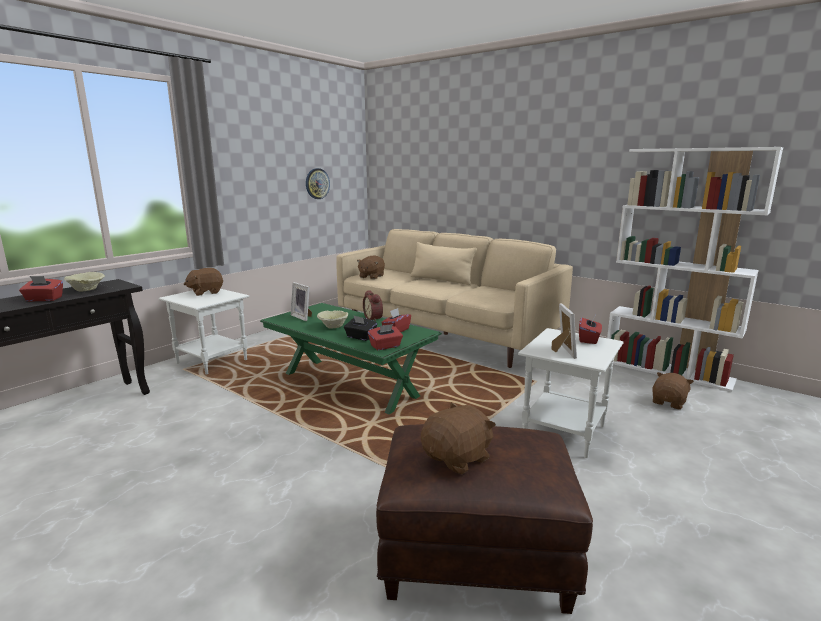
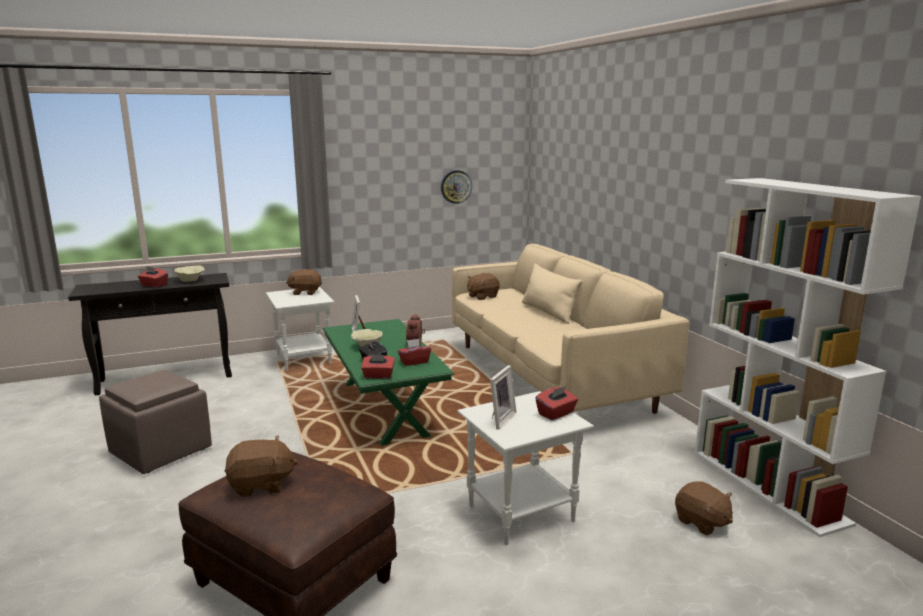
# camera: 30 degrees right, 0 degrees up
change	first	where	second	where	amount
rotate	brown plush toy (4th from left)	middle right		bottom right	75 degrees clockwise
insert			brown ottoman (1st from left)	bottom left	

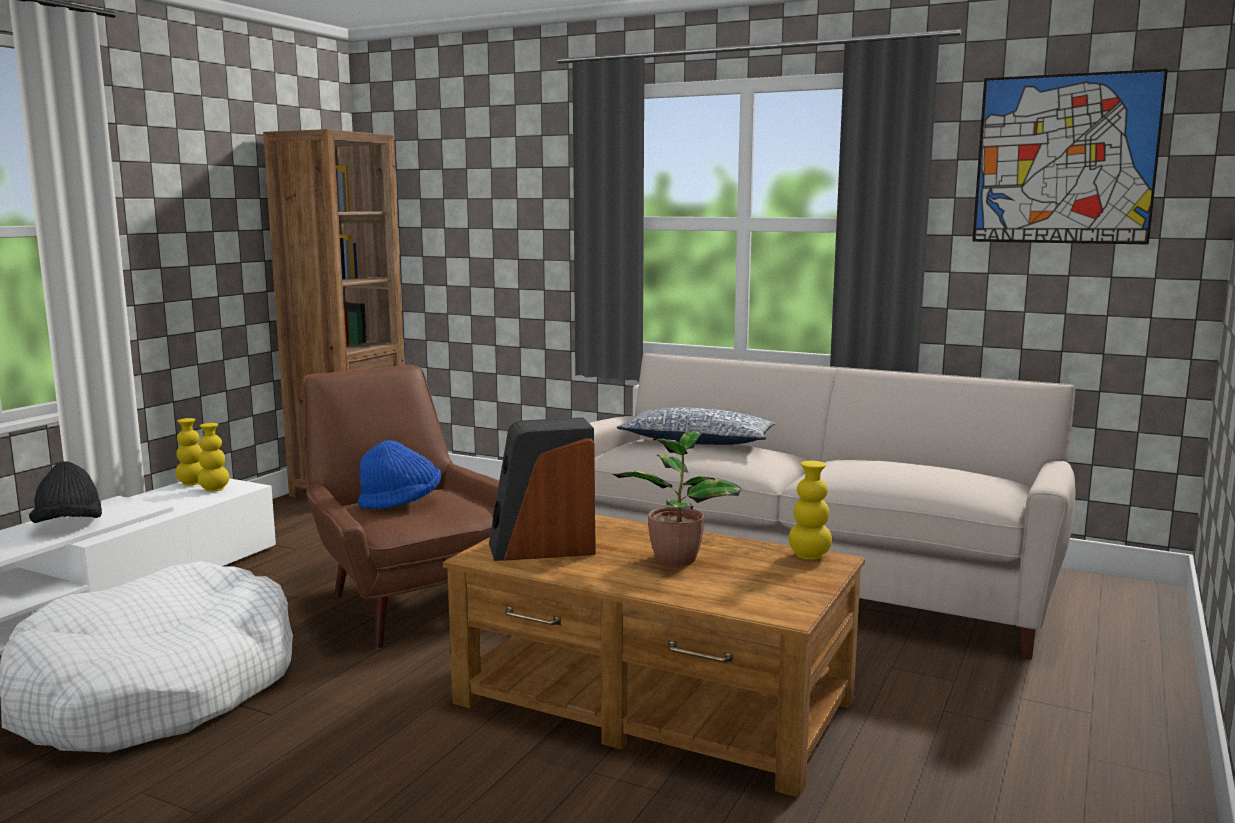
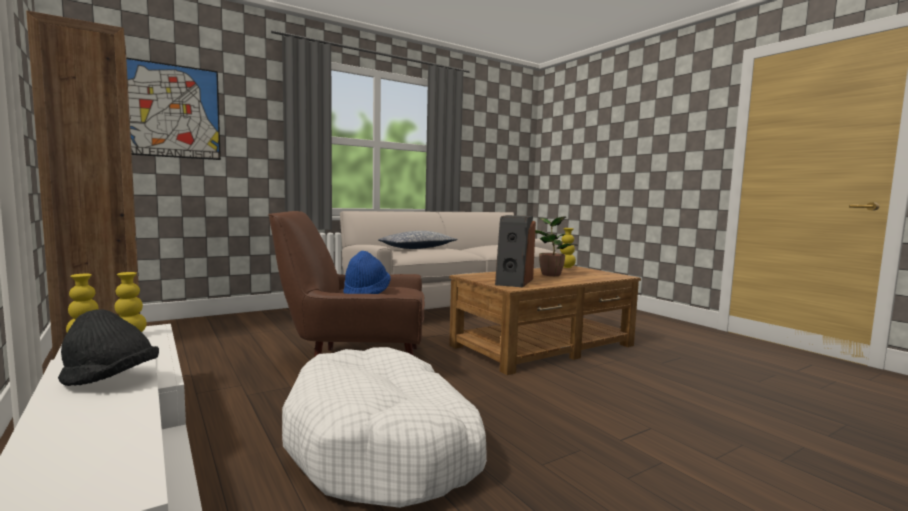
# camera: 60 degrees left, 5 degrees down
change	first	where	second	where	amount
move	picture	top right		top left	

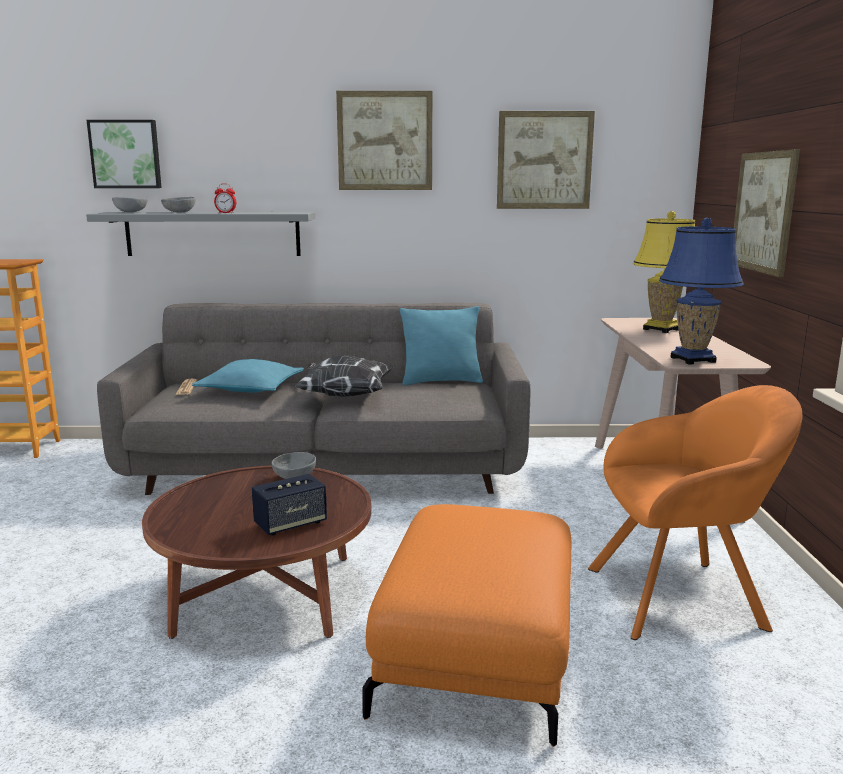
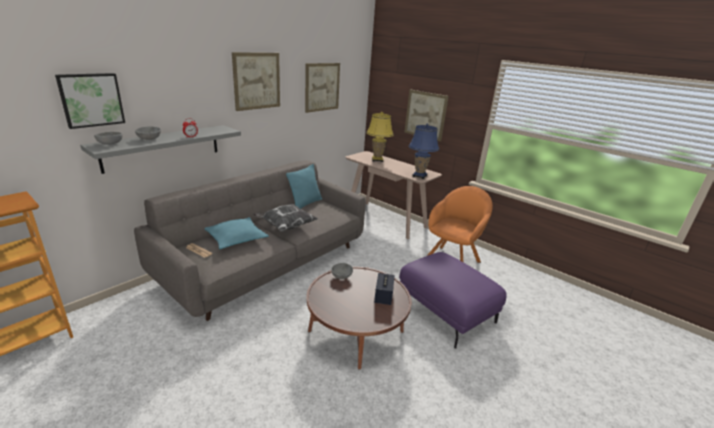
# camera: 50 degrees left, 10 degrees up
change	first	where	second	where	amount
recolor	orange ottoman	bottom centre	purple ottoman	bottom centre	

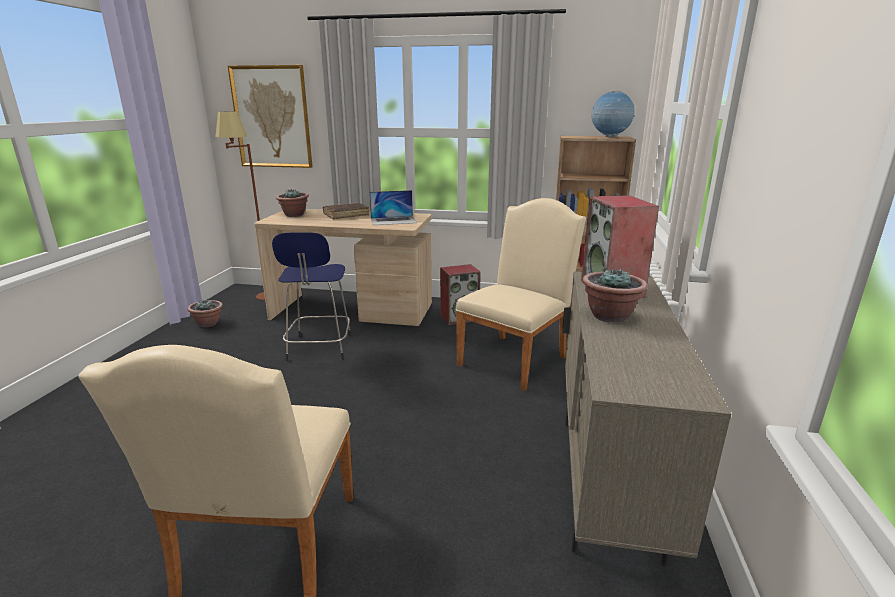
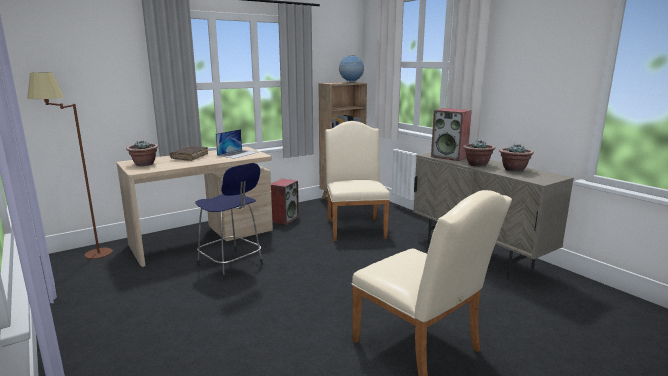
# camera: 45 degrees left, 5 degrees down
change	first	where	second	where	amount
move	potted plant (1st from left in the first image)	middle left	potted plant (3rd from left)	middle right	
delete	picture	top left			

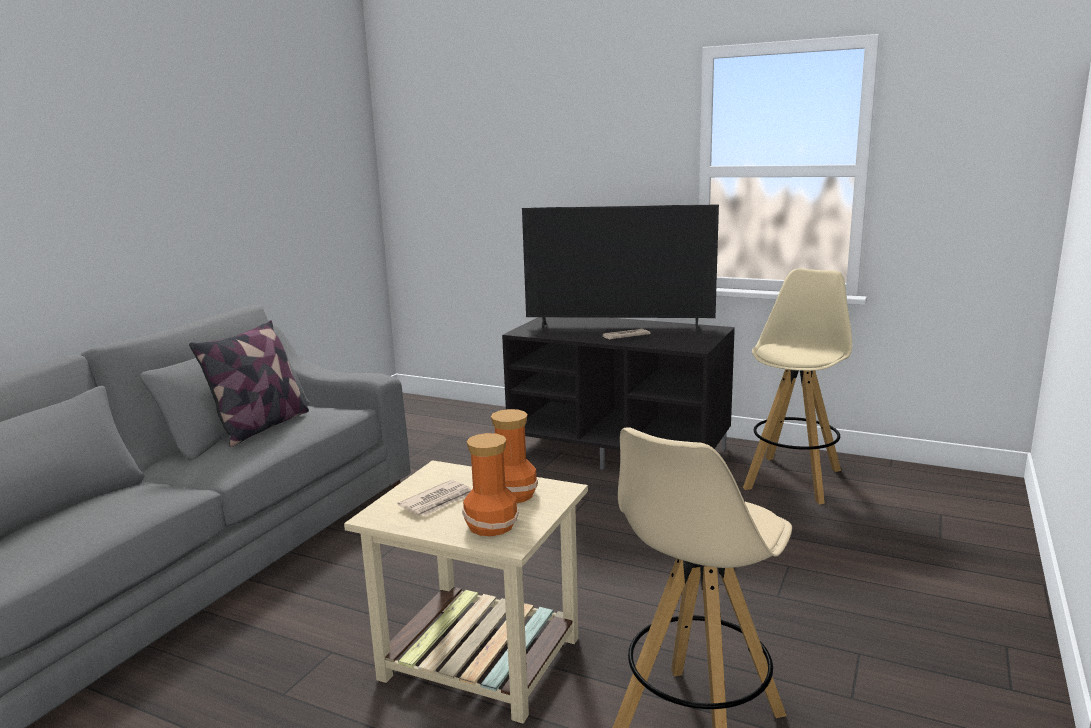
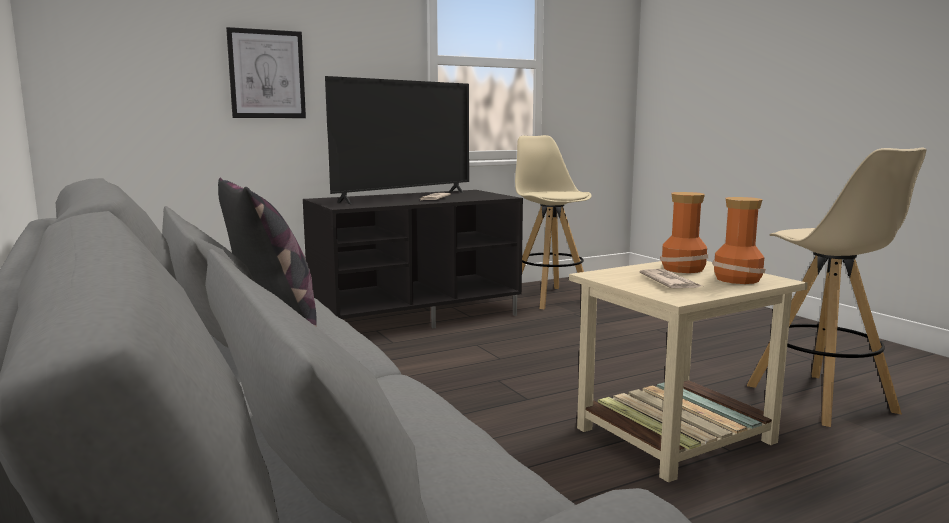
# camera: 55 degrees left, 5 degrees down
change	first	where	second	where	amount
insert			picture	top left	

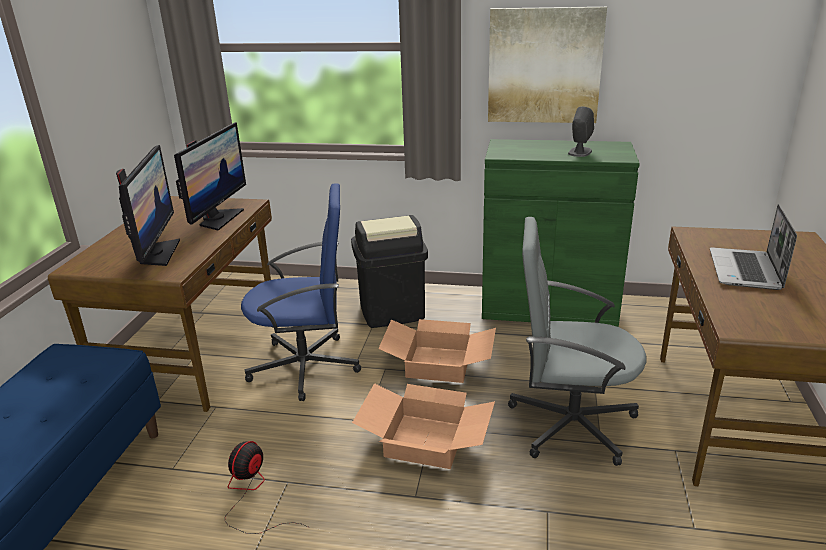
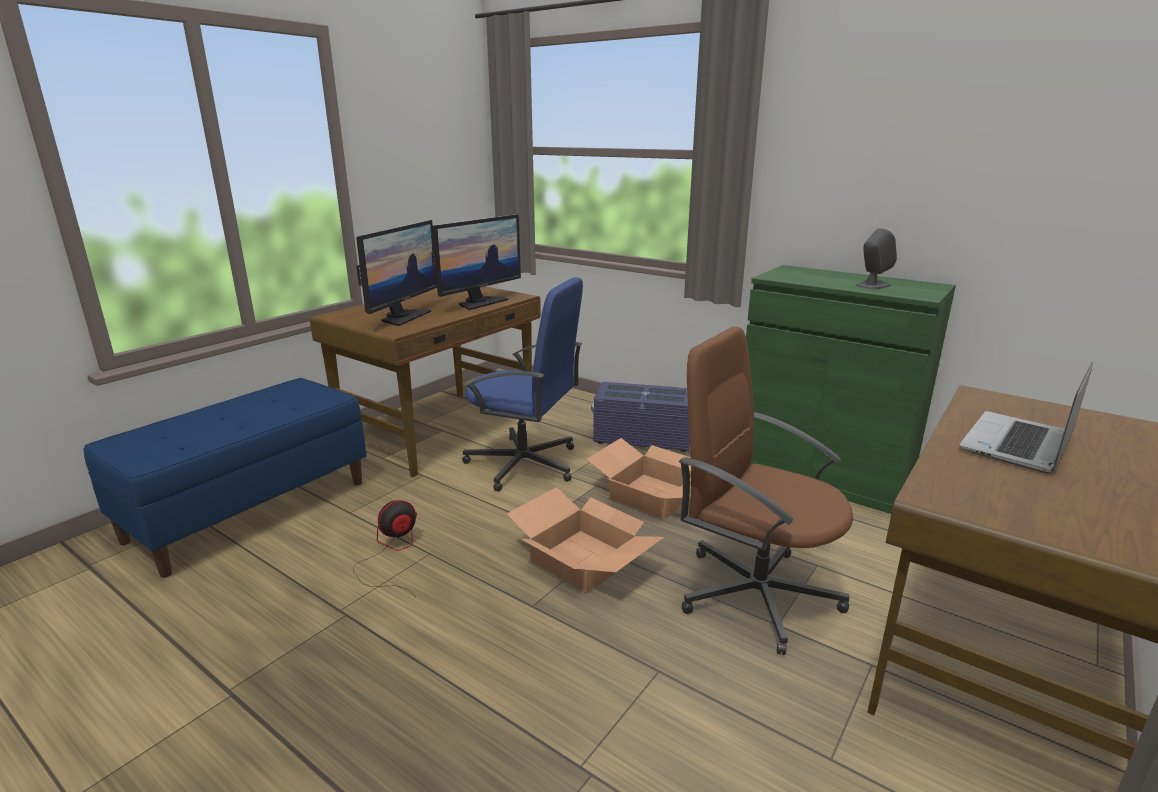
# camera: 25 degrees right, 5 degrees down
change	first	where	second	where	amount
replace	black trash can	centre	purple storage box	centre	
delete	picture	top centre			
recolor	grey office chair	middle right	brown office chair	centre	

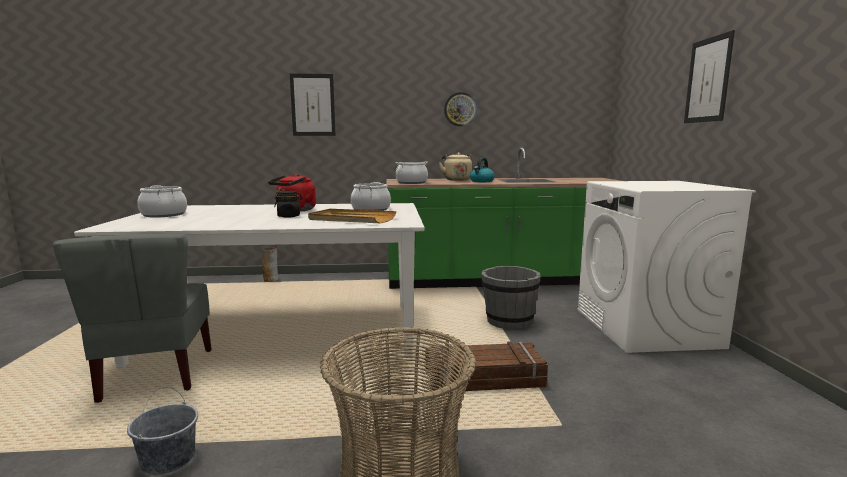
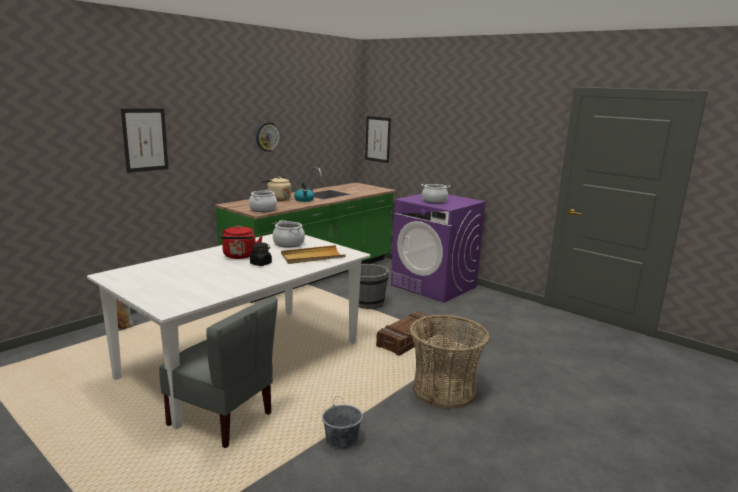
# camera: 45 degrees left, 5 degrees up
change	first	where	second	where	amount
move	cooking pot (1st from left in the first image)	middle left	cooking pot (3rd from left)	centre	
recolor	white washing machine	middle right	purple washing machine	centre	
move	picture (2nd from left)	top right		top centre	

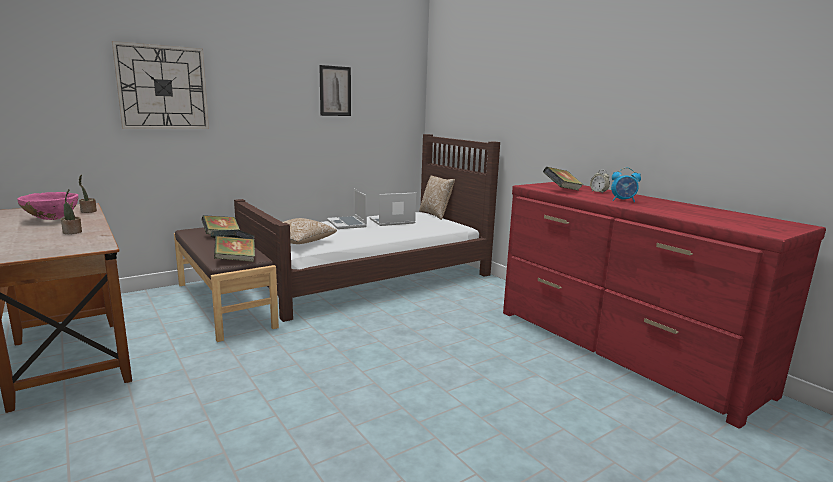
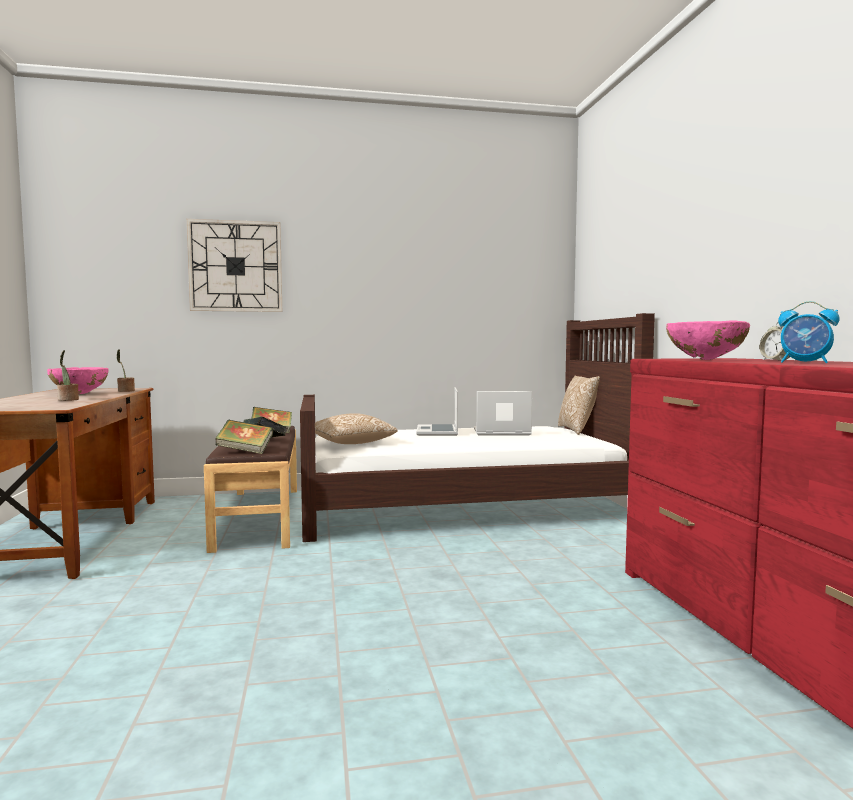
# camera: 25 degrees right, 10 degrees down
change	first	where	second	where	amount
delete	picture	top centre			
replace	book (4th from left)	middle right	pink bowl (2nd from left)	middle right	

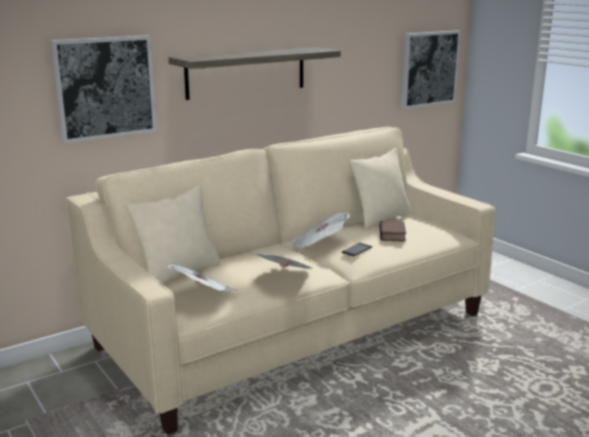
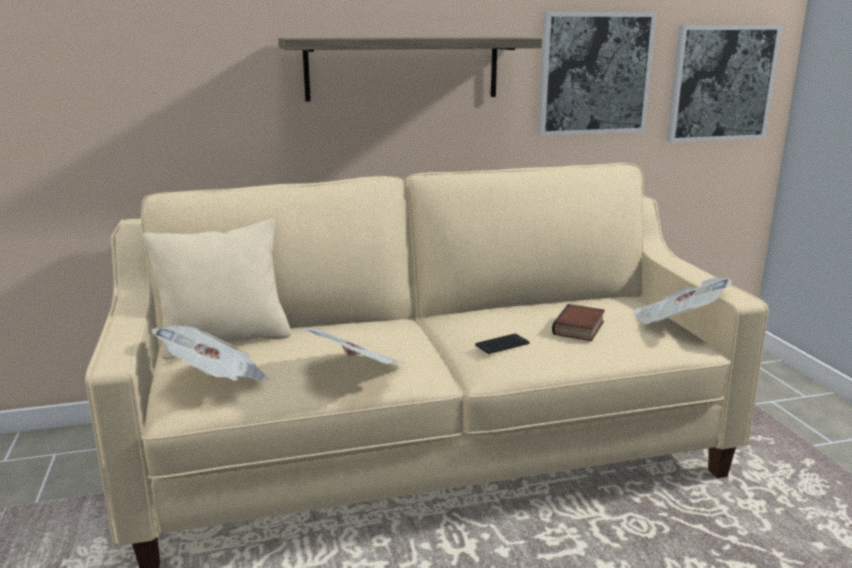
# camera: 20 degrees right, 0 degrees up
change	first	where	second	where	amount
move	picture (1st from left)	top left		top right	
move	newspaper (3rd from left)	centre		middle right	
delete	beige pillow (2nd from left)	centre			

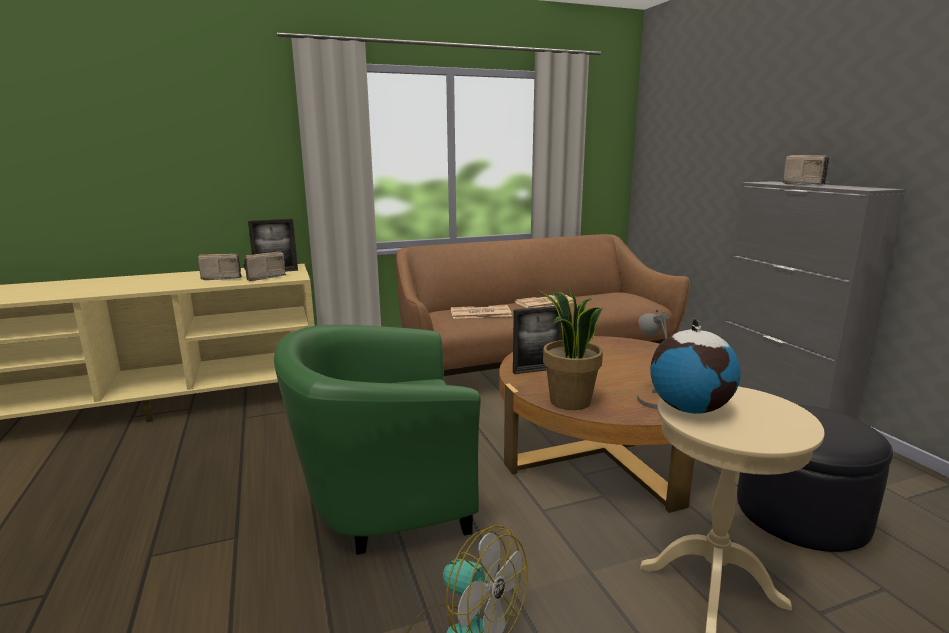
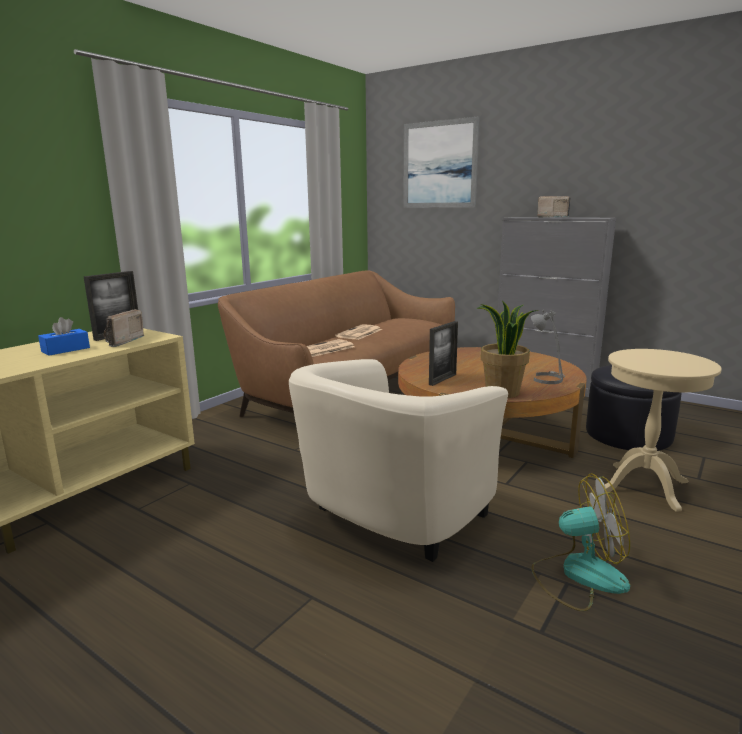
# camera: 35 degrees left, 0 degrees up
change	first	where	second	where	amount
replace	radio (1st from left)	middle left	blue tissue box	middle left	
recolor	green armchair	bottom centre	beige armchair	centre	
delete	globe	middle right			
insert			picture	top centre	

